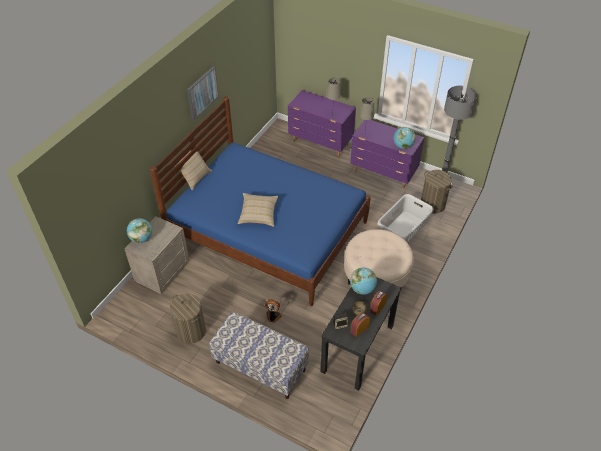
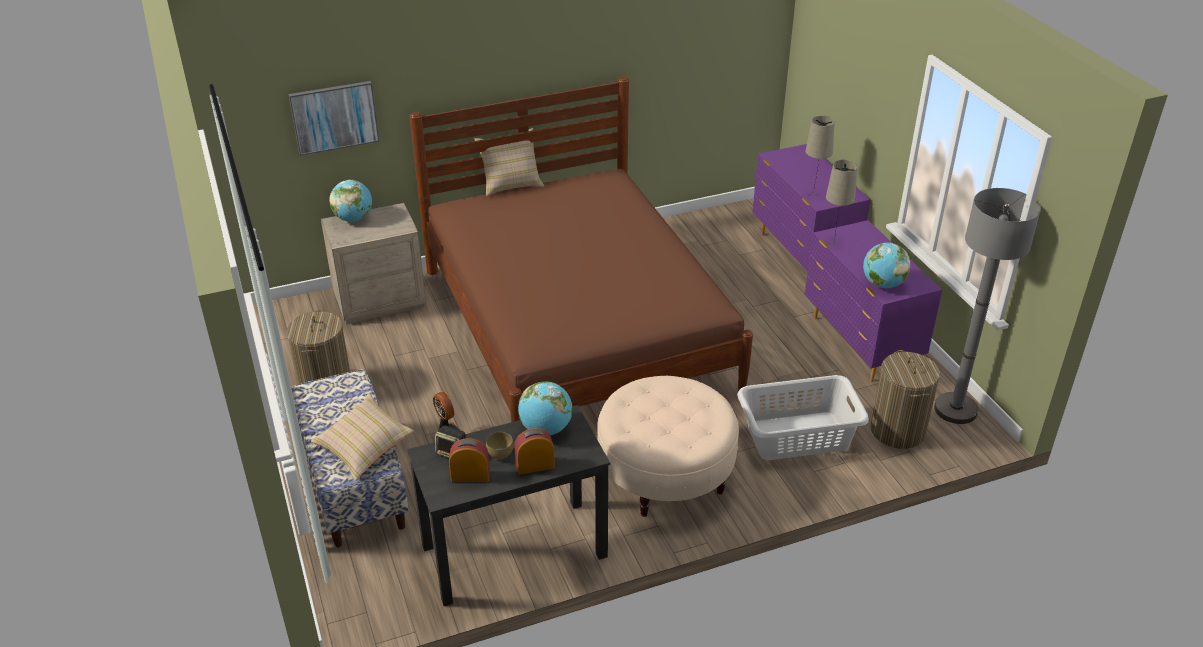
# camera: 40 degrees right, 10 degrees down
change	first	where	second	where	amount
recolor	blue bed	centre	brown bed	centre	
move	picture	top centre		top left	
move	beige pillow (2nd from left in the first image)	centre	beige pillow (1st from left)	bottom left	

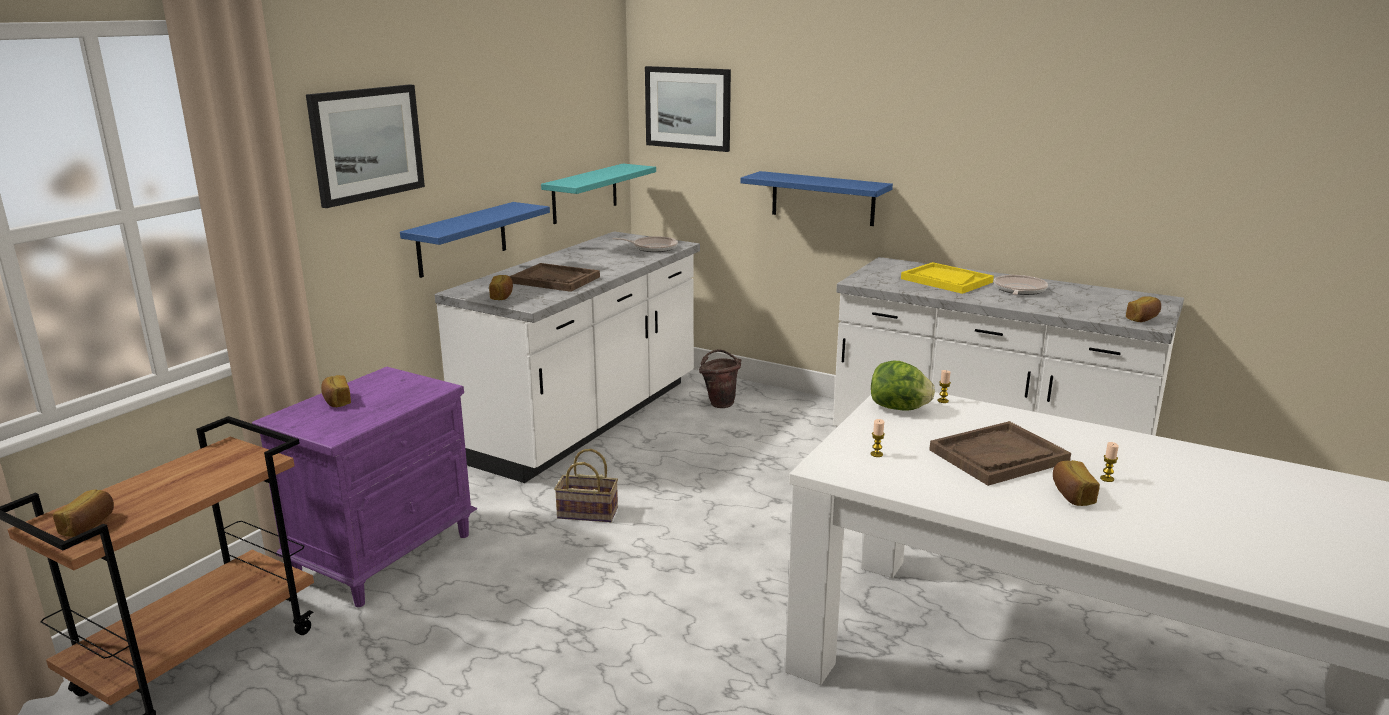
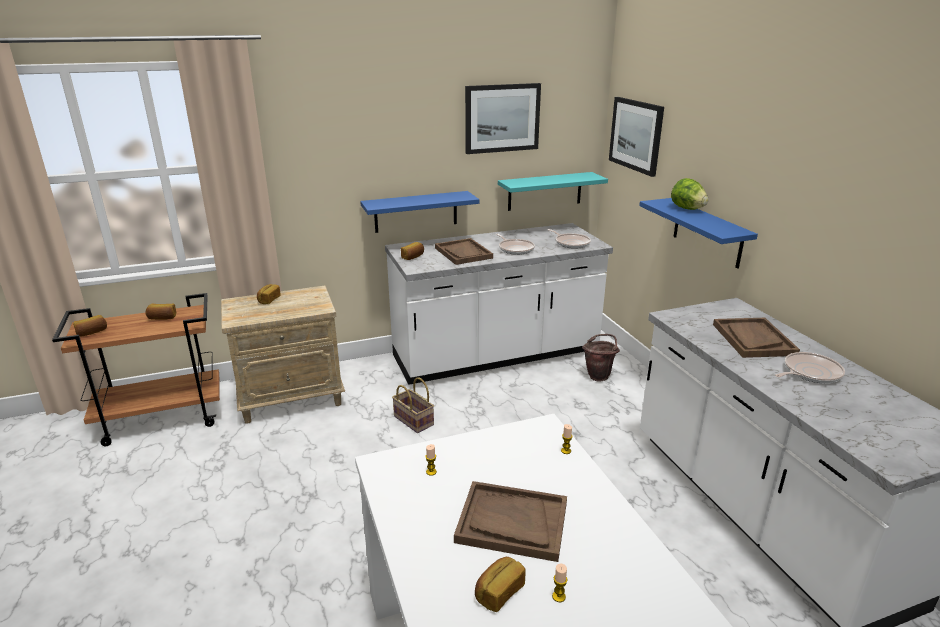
# camera: 40 degrees right, 5 degrees up
change	first	where	second	where	amount
recolor	purple nightstand	bottom left	beige nightstand	middle left	
move	picture (1st from left)	top left		top centre	
move	lettuce	centre		top right	
recolor	yellow tray	middle right	brown tray (3rd from left)	middle right	
move	bread (5th from left in the first image)	middle right	bread (2nd from left)	middle left	
insert			frying pan (1st from left)	centre	

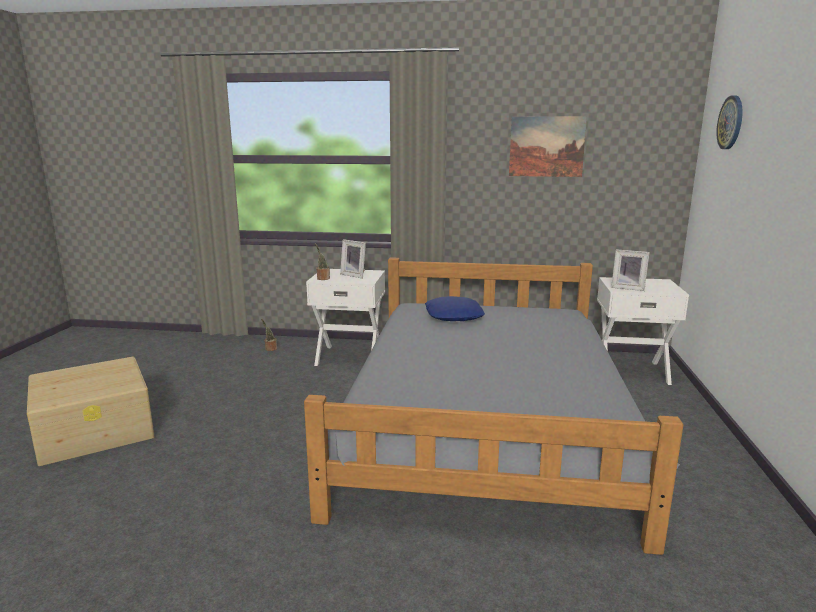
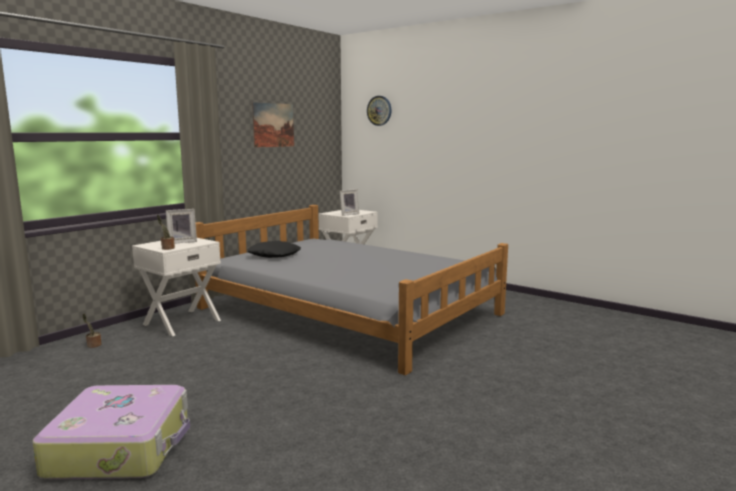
# camera: 60 degrees left, 5 degrees down
change	first	where	second	where	amount
replace	beige storage box	bottom left	suitcase	bottom left	
recolor	blue pillow	centre	black pillow	centre	

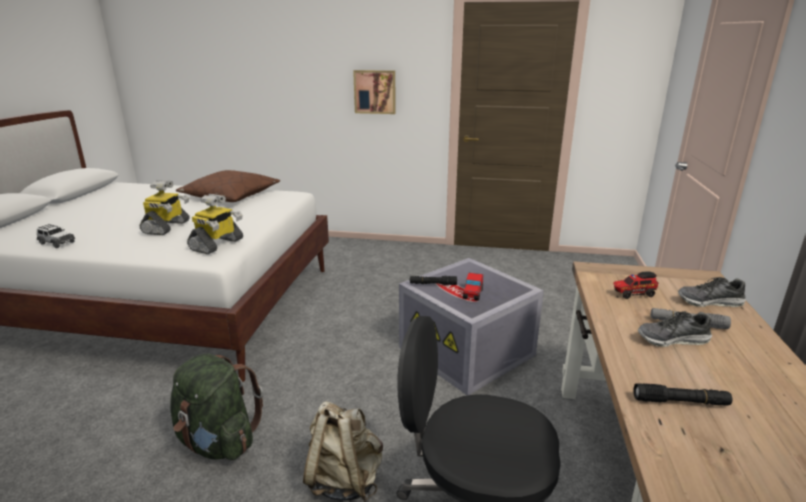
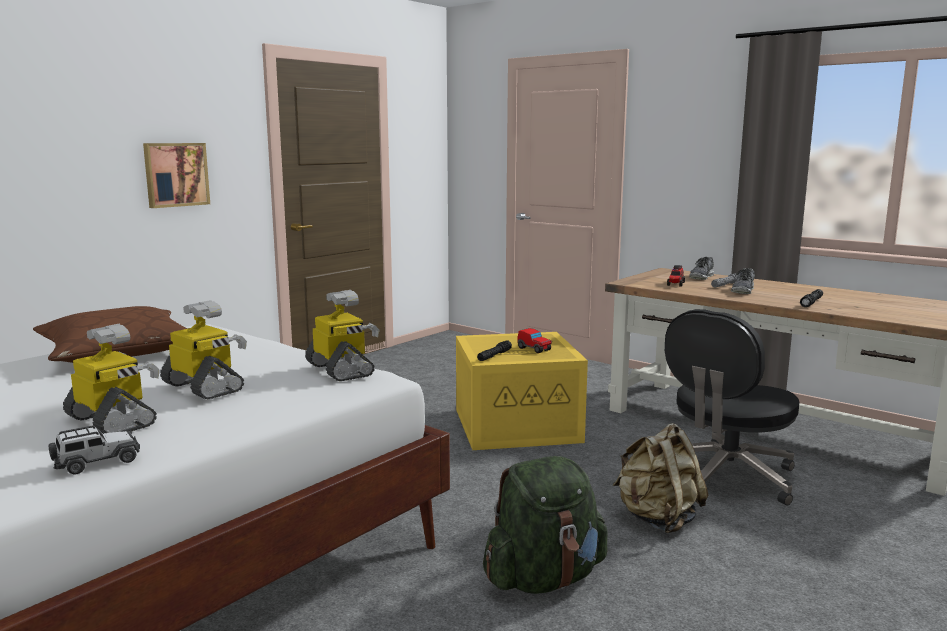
# camera: 60 degrees left, 10 degrees down
change	first	where	second	where	amount
recolor	grey storage box	centre	yellow storage box	centre	
insert			toy robot (1st from left)	middle left	

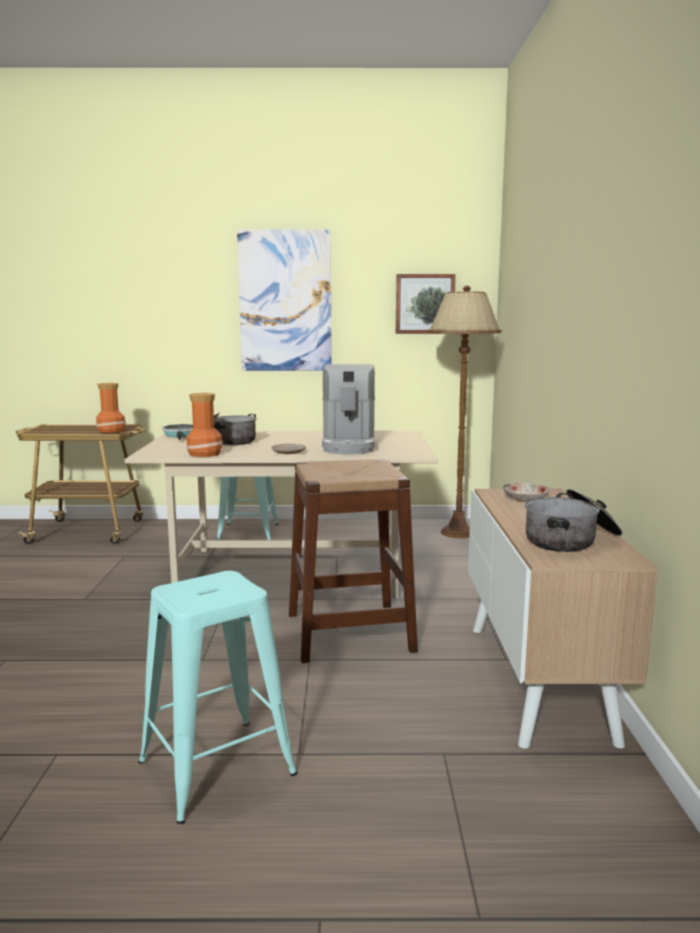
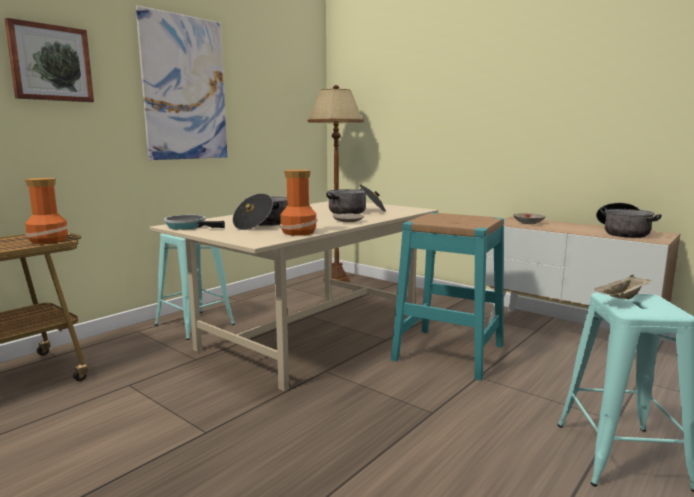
# camera: 50 degrees left, 0 degrees up
change	first	where	second	where	amount
recolor	brown stool	centre	turquoise stool (2nd from left)	centre	
replace	coffee machine	centre	cooking pot (2nd from left)	centre	
move	picture (2nd from left in the first image)	top centre	picture (1st from left)	top left	
insert			beige tray	middle right	

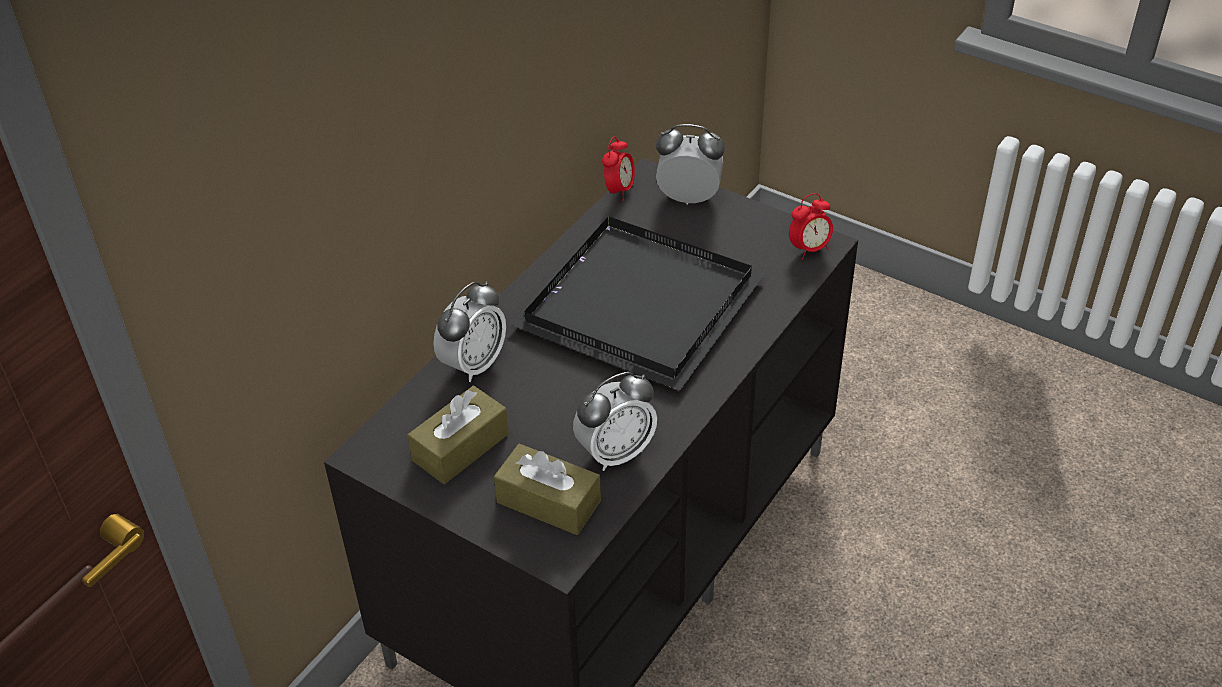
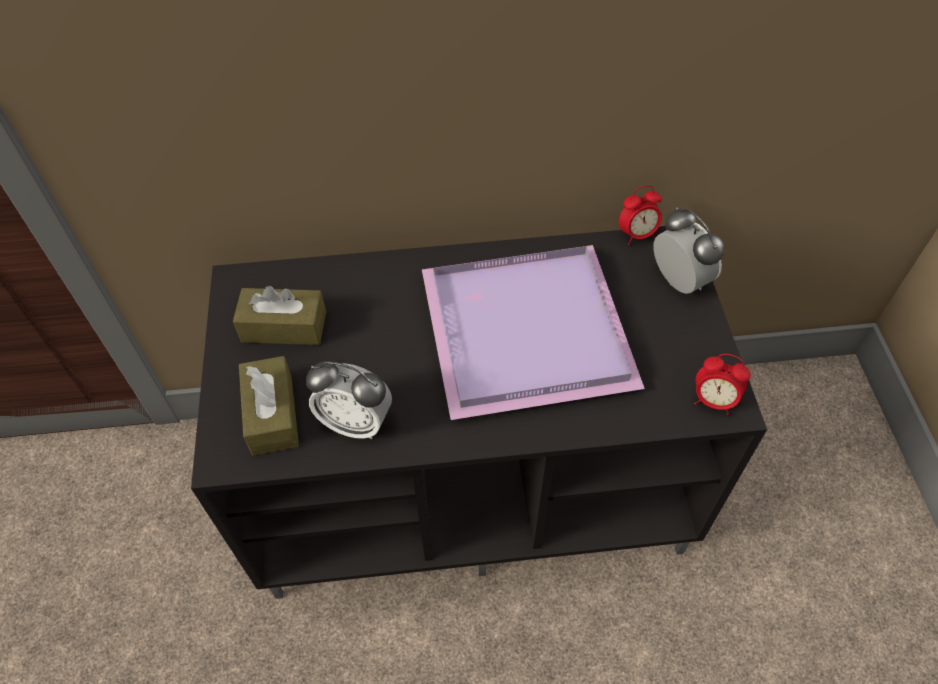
# camera: 50 degrees right, 10 degrees up
change	first	where	second	where	amount
delete	alarm clock (1st from left)	centre			
recolor	black tray	centre	purple tray	centre	

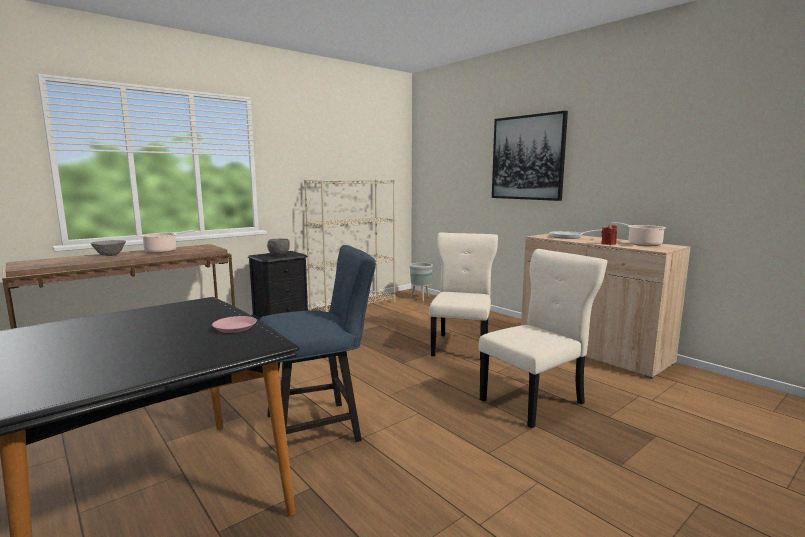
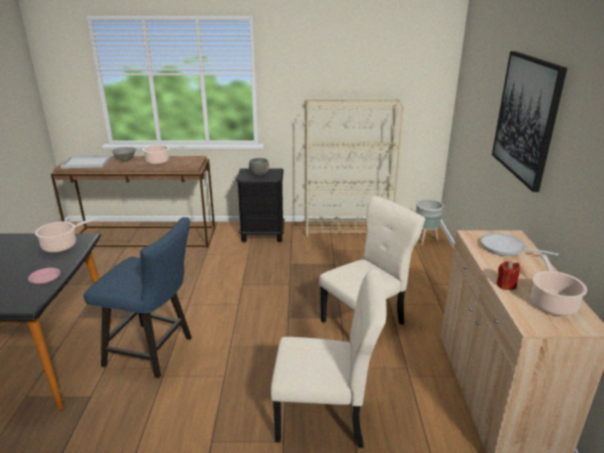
# camera: 40 degrees right, 15 degrees up
change	first	where	second	where	amount
insert			cooking pot (1st from left)	middle left	
insert			white tray	middle left	

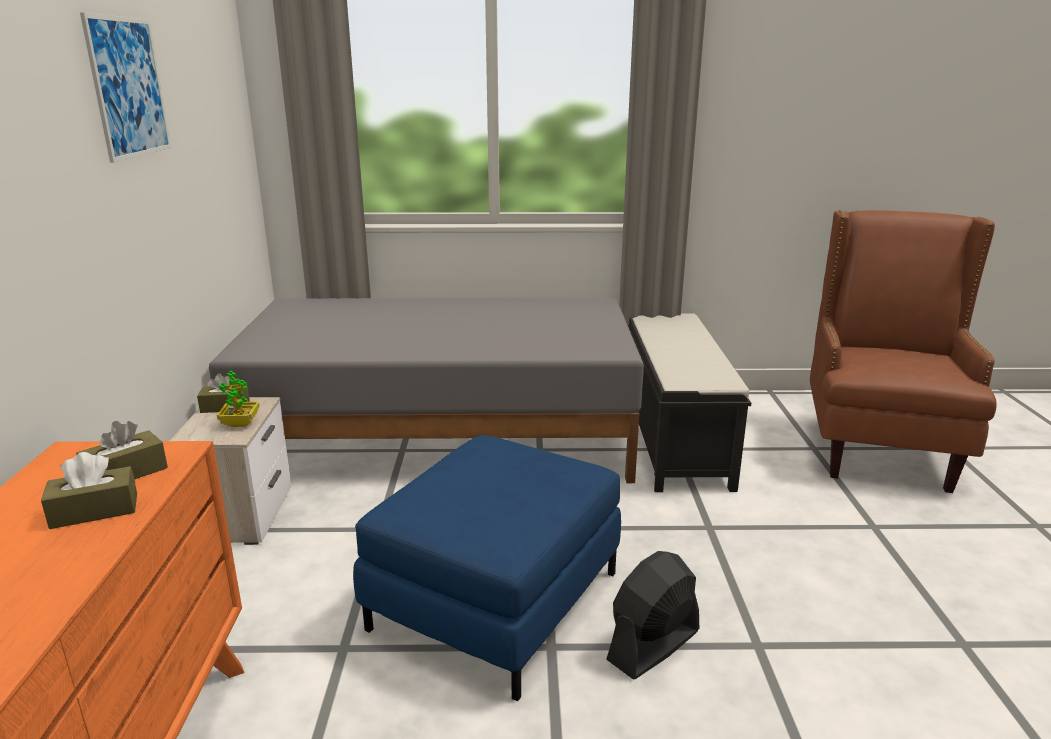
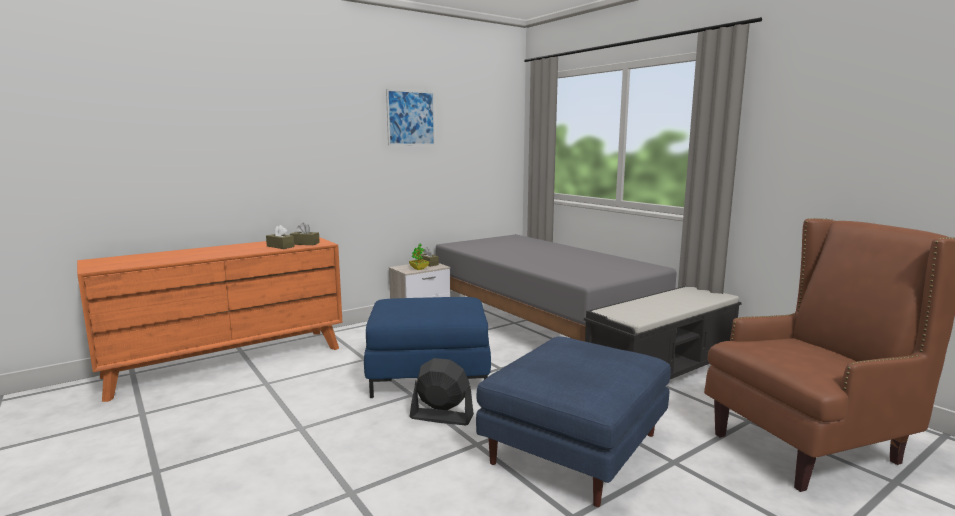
# camera: 55 degrees right, 10 degrees down
change	first	where	second	where	amount
insert			blue ottoman (2nd from left)	bottom centre	

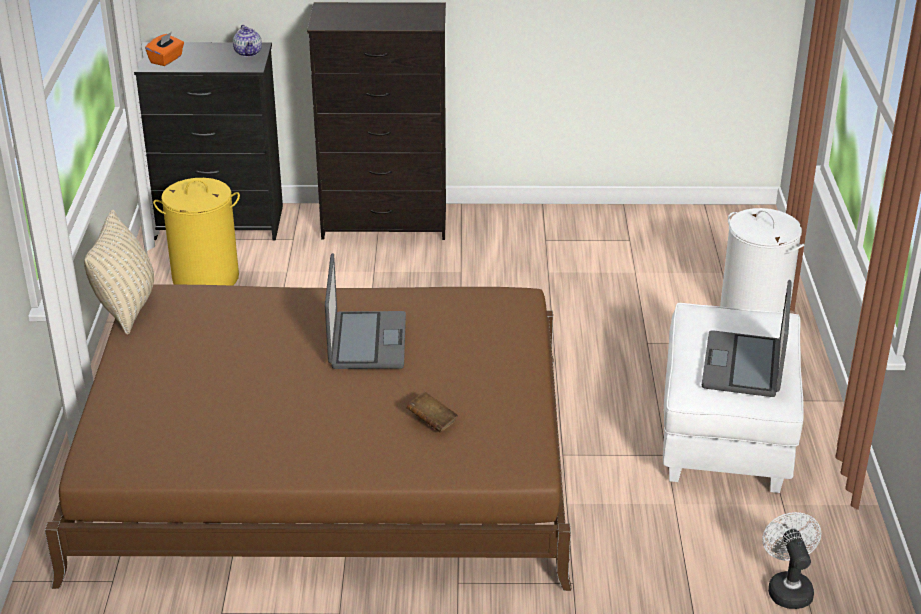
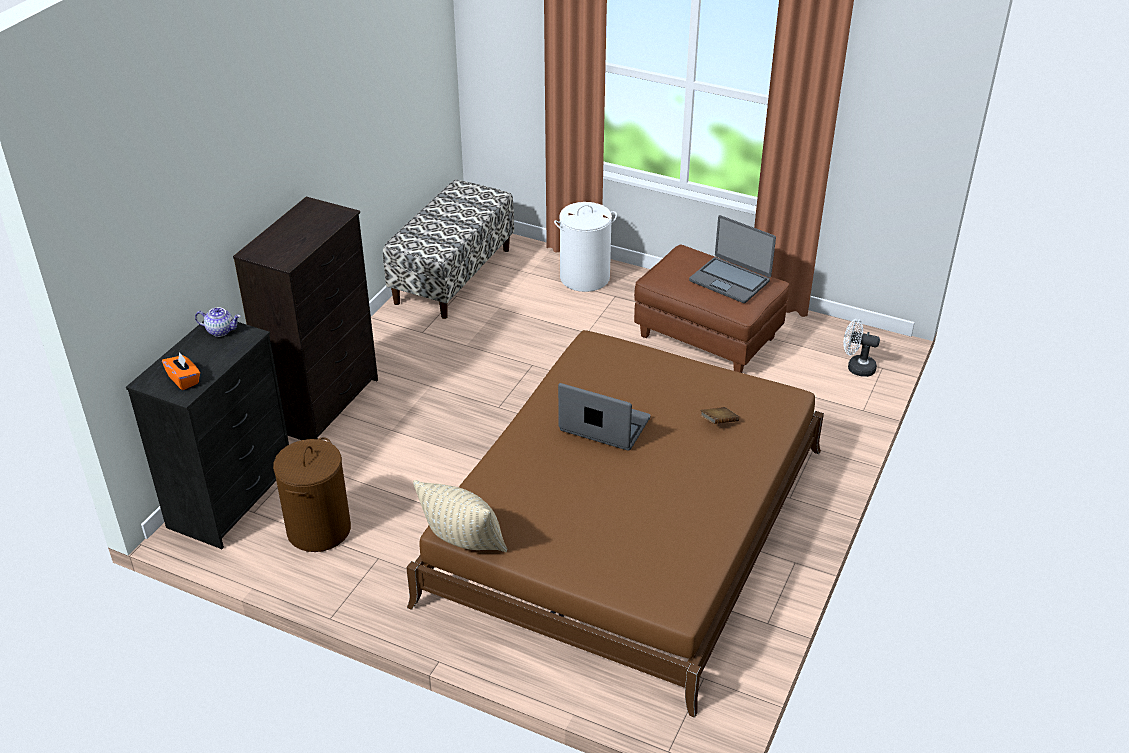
# camera: 65 degrees left, 5 degrees up
change	first	where	second	where	amount
recolor	yellow laundry basket	middle left	brown laundry basket	middle left	
recolor	white ottoman	middle right	brown ottoman	centre	
insert			bench	top centre	

